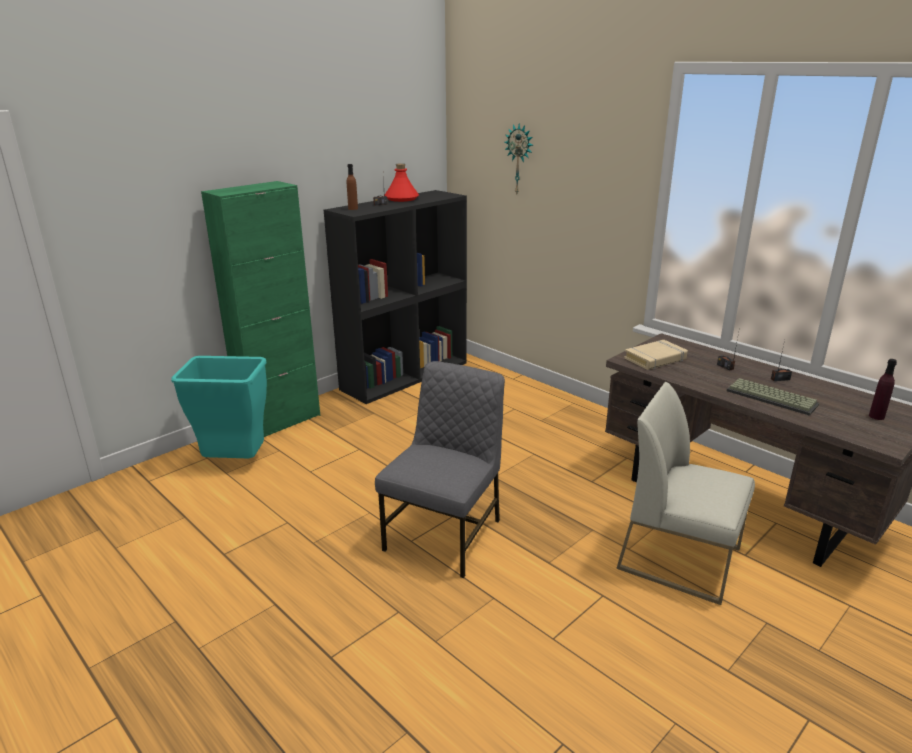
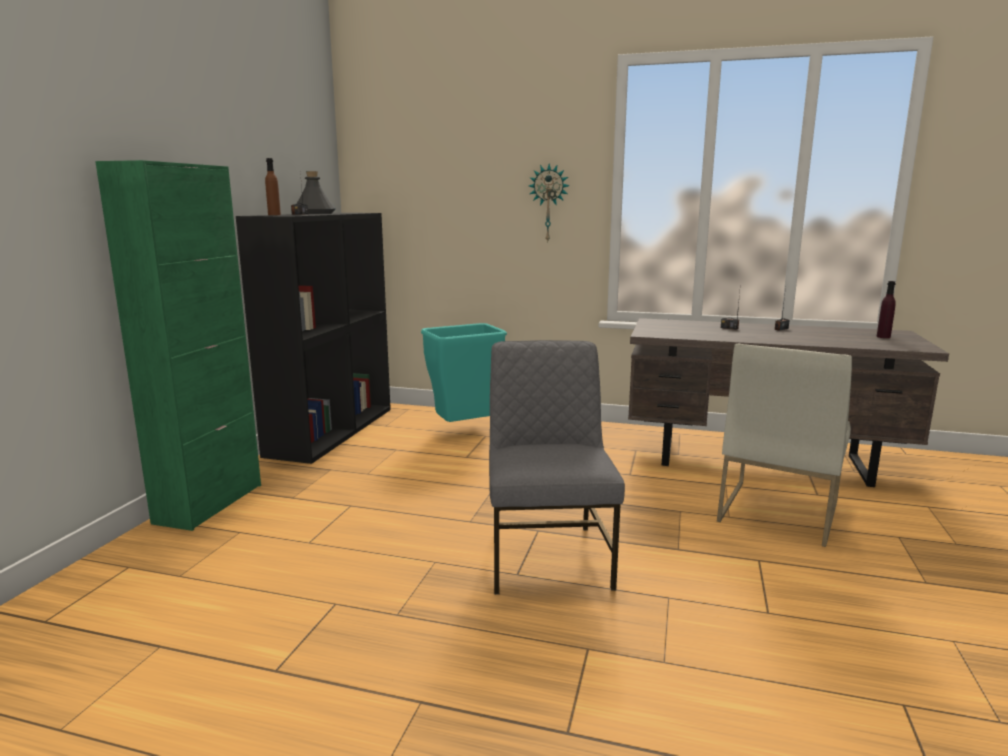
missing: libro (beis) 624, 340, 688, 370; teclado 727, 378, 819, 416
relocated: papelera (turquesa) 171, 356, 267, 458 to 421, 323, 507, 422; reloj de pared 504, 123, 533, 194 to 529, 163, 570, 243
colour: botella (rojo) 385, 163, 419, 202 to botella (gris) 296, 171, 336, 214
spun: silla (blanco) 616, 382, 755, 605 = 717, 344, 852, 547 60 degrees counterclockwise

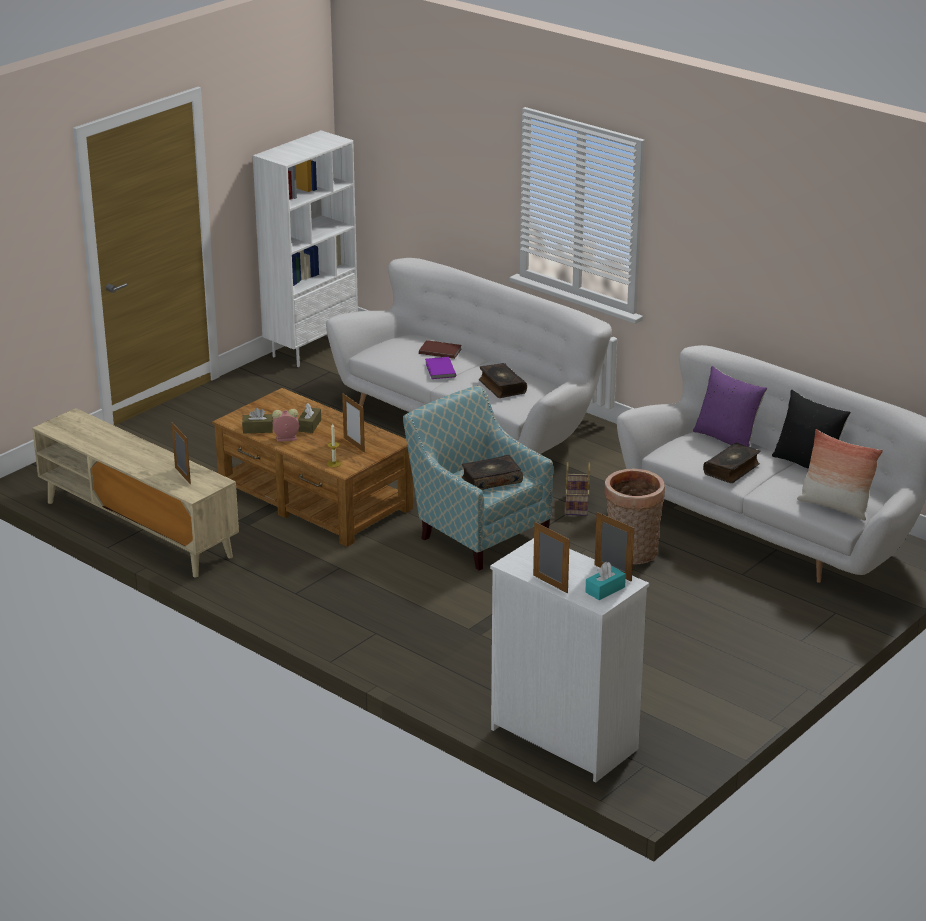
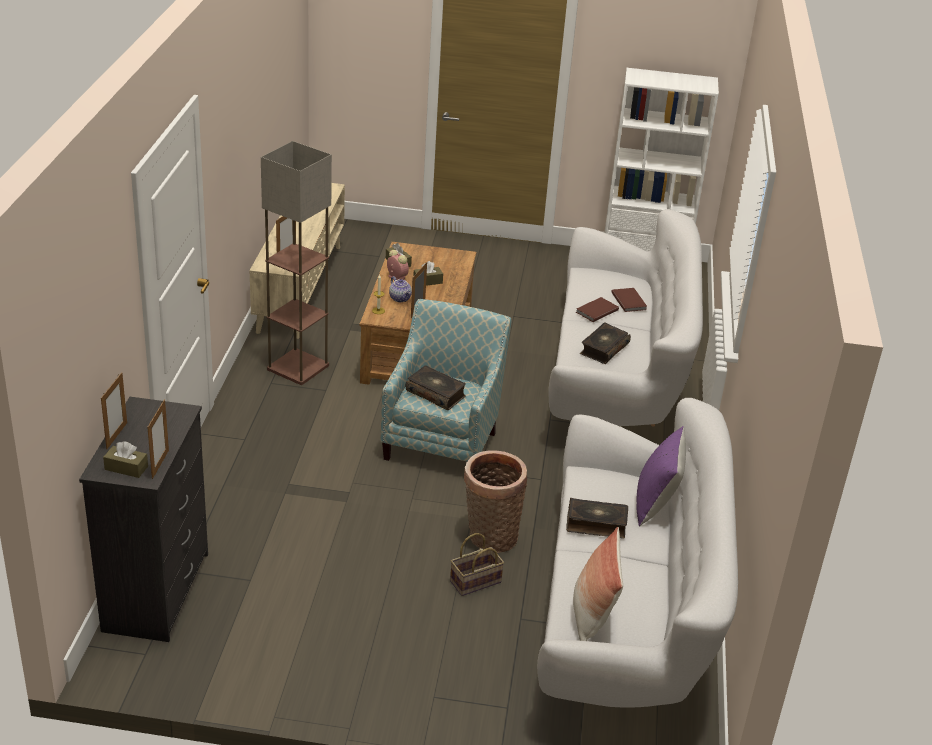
missing: cojín (negro) 772, 390, 851, 469
appeared: lámpara de pie 261, 141, 332, 385; tetera 389, 276, 412, 302
relocated: cesta 565, 462, 590, 516 to 450, 533, 504, 596
colour: cómoda (blanco) 490, 538, 649, 783 to cómoda (negro) 79, 397, 208, 642; caja de pañuelos (turquesa) 585, 562, 626, 600 to caja de pañuelos (marrón) 103, 441, 148, 478; libro (morado) 425, 357, 456, 379 to libro (marrón) 576, 297, 619, 322

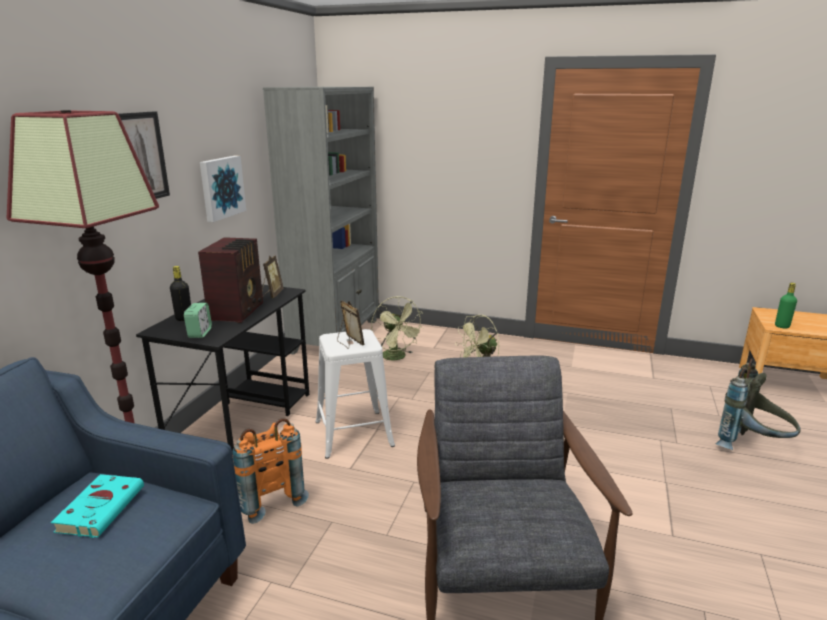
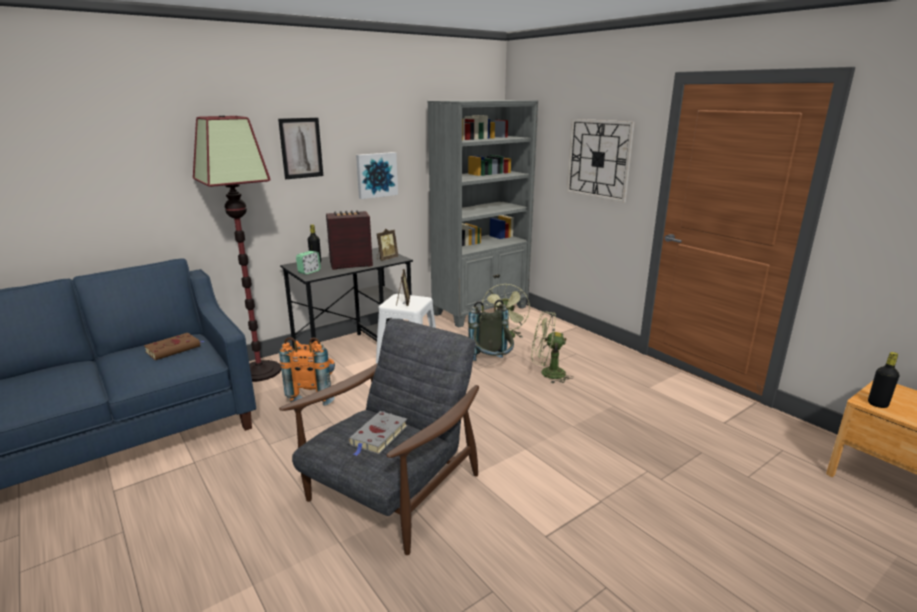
appeared: libro (gris) 348, 411, 408, 456; reloj de pared 567, 119, 635, 202
relocated: mochila (gris) 716, 358, 801, 450 to 468, 299, 514, 361
colour: libro (turquesa) 51, 474, 144, 538 to libro (marrón) 144, 333, 205, 360; botella (verde) 775, 283, 797, 328 to botella (negro) 868, 352, 899, 408
spun: radio 198, 237, 263, 323 = 326, 210, 373, 270 150 degrees counterclockwise

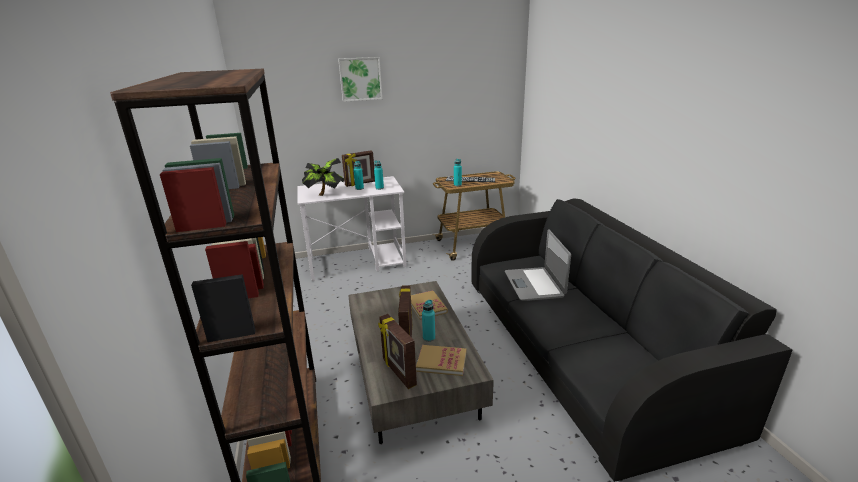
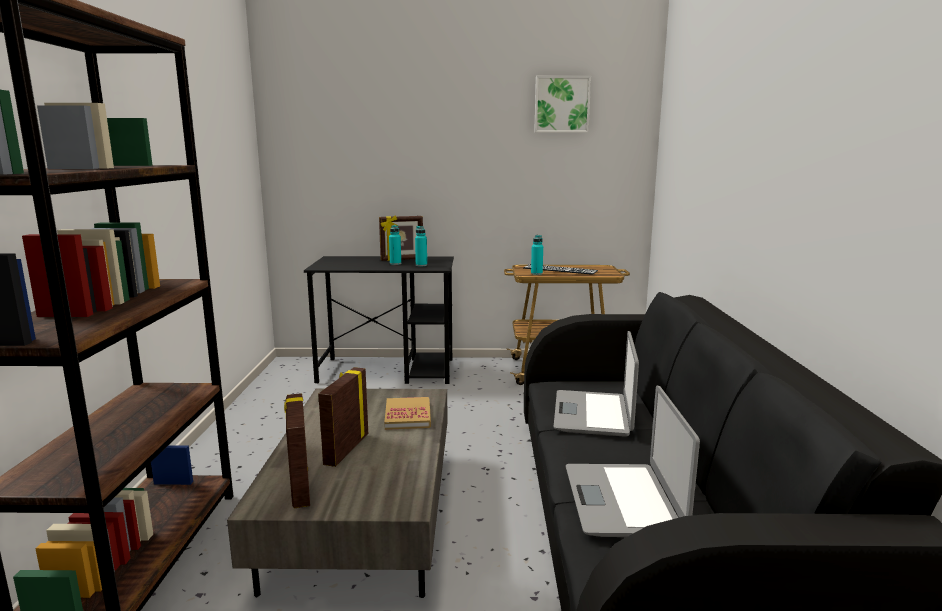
missing: planta en maceta 302, 158, 344, 196; libro 416, 345, 466, 376; botella (turquesa) 422, 300, 435, 342
appeared: portátil 566, 386, 700, 537
relocated: cuadro 338, 57, 382, 102 to 534, 76, 591, 133
colour: escritorio (blanco) 297, 176, 407, 281 to escritorio (negro) 304, 256, 454, 384

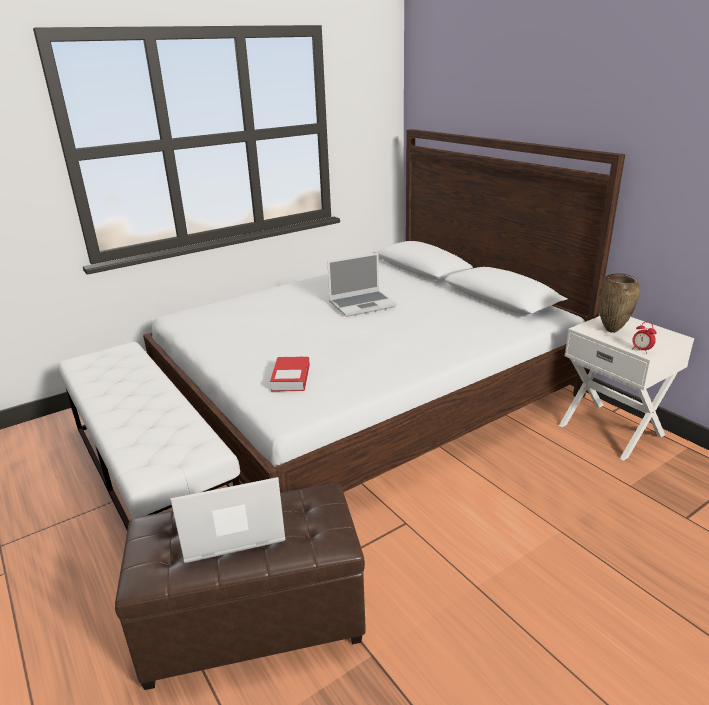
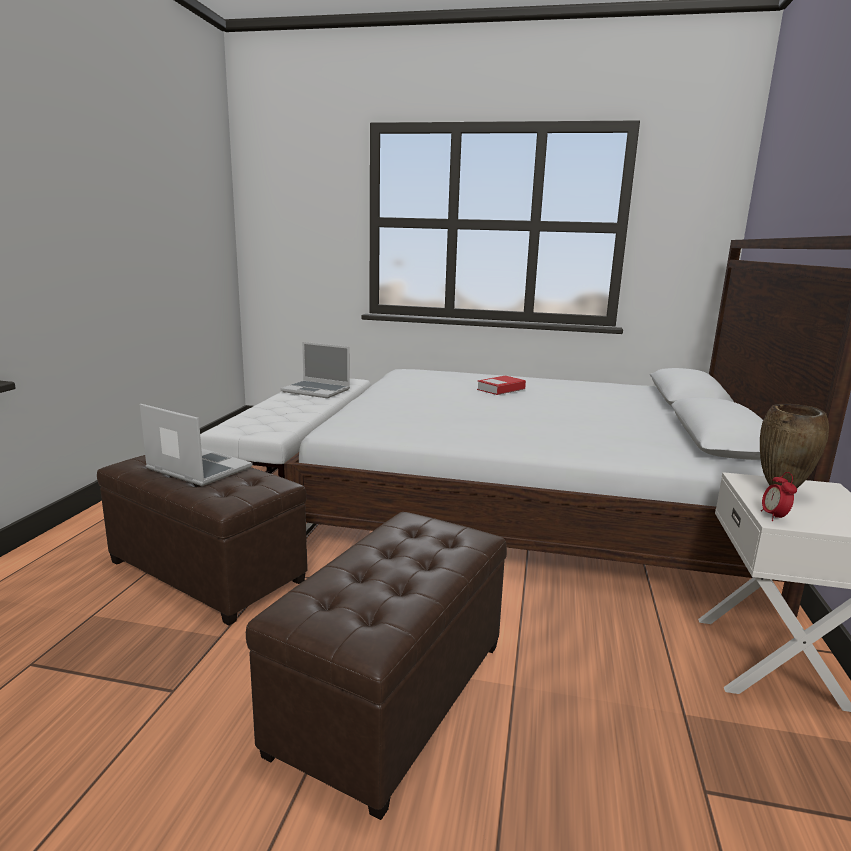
appeared: puf (marrón) 246, 512, 507, 820
relocated: portátil 327, 253, 397, 317 to 281, 342, 350, 398; libro 270, 356, 310, 392 to 477, 376, 526, 395

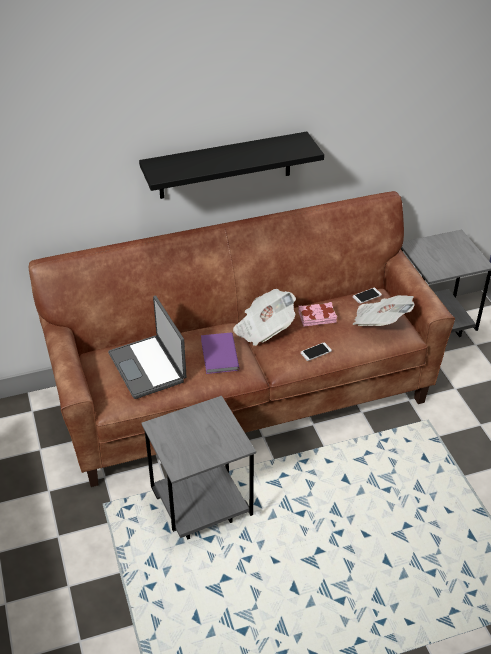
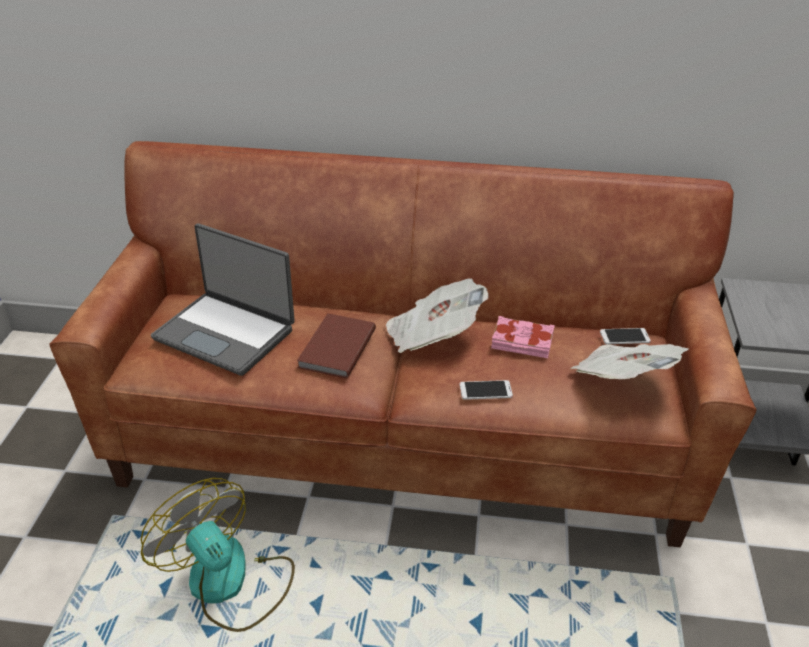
missing: estante (negro) 139, 132, 324, 199
exchanged: mesa auxiliar (gris) 142, 396, 256, 539 to ventilador 141, 478, 295, 632
colour: libro (morado) 201, 332, 239, 374 to libro (marrón) 297, 313, 376, 379
spun: portátil 108, 296, 187, 399 = 151, 223, 295, 376 60 degrees counterclockwise

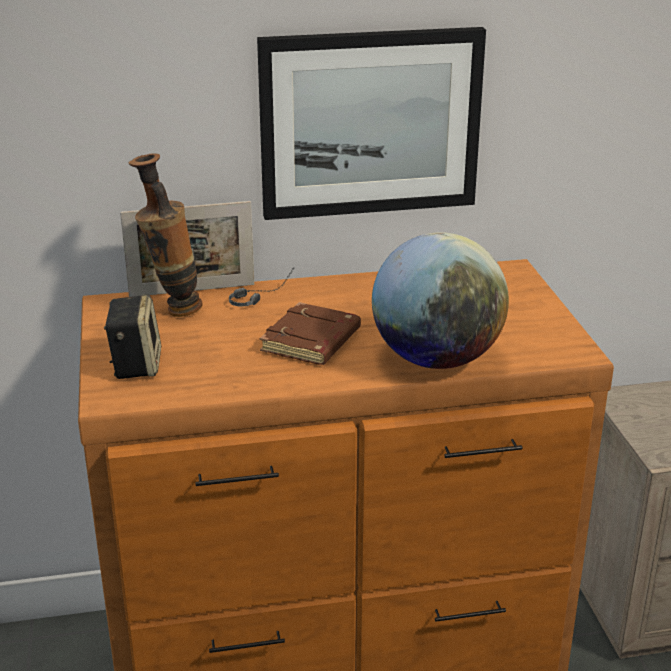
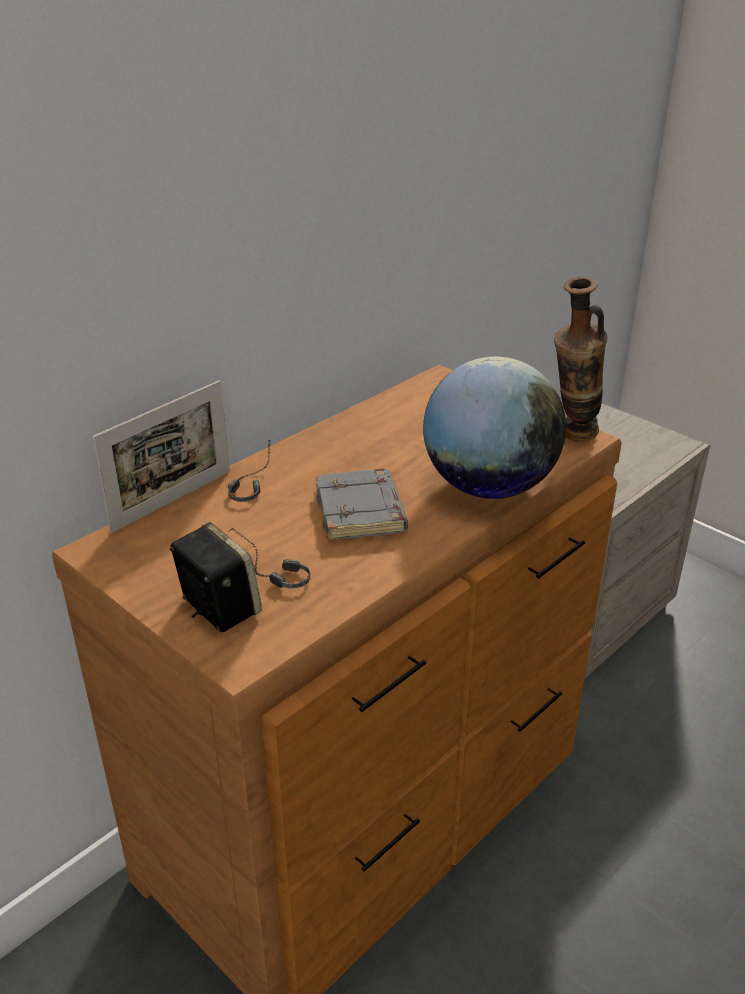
missing: cuadro 257, 27, 486, 220
appeared: auriculares 228, 528, 311, 588
relocated: florero 128, 153, 203, 317 to 554, 277, 607, 442
colour: libro (marrón) 260, 302, 361, 365 to libro (gris) 316, 469, 408, 541

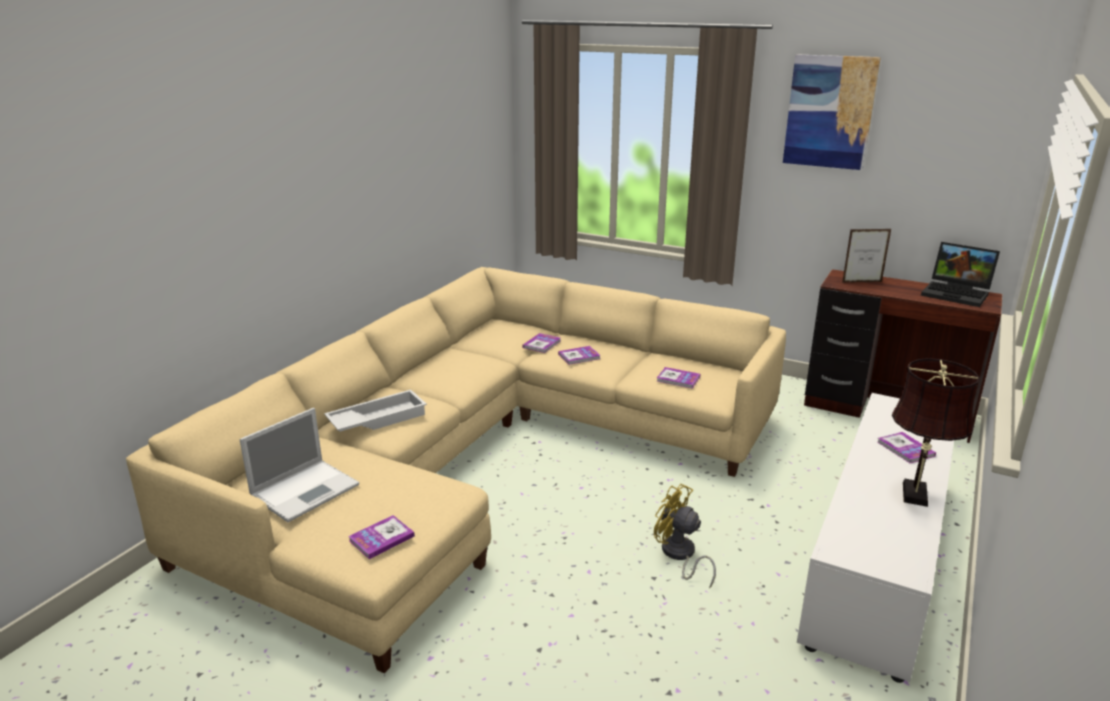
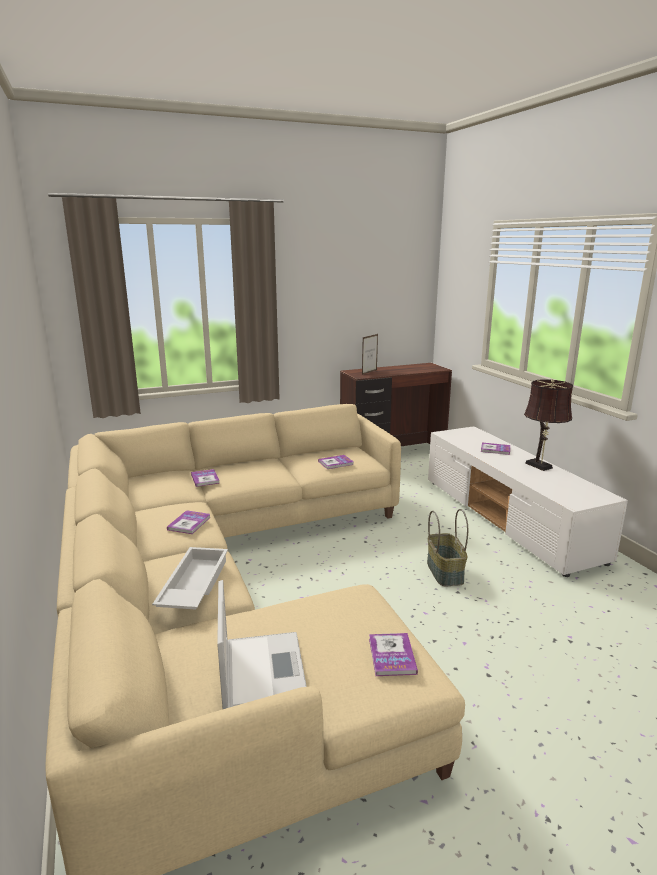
missing: cuadro 783, 54, 881, 170; portátil 921, 242, 1000, 307
relocated: libro 558, 346, 601, 365 to 167, 510, 211, 534
exchanged: ventilador (amarillo) 654, 484, 716, 589 to cesta 427, 509, 468, 586

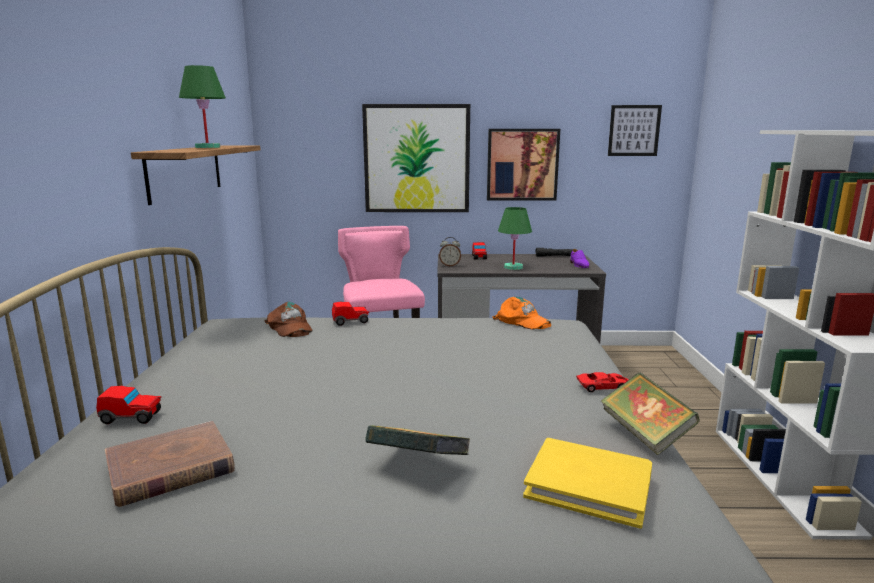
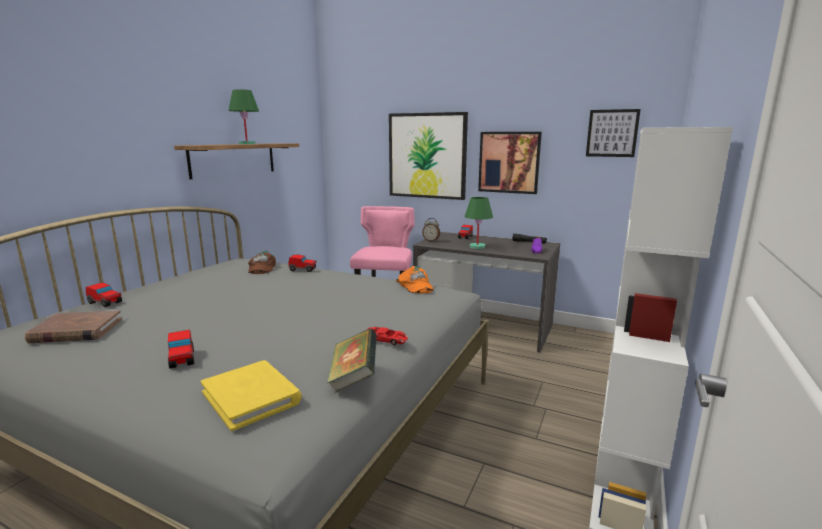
exchanged: libro 365, 425, 470, 455 to coche de juguete 168, 330, 194, 369

